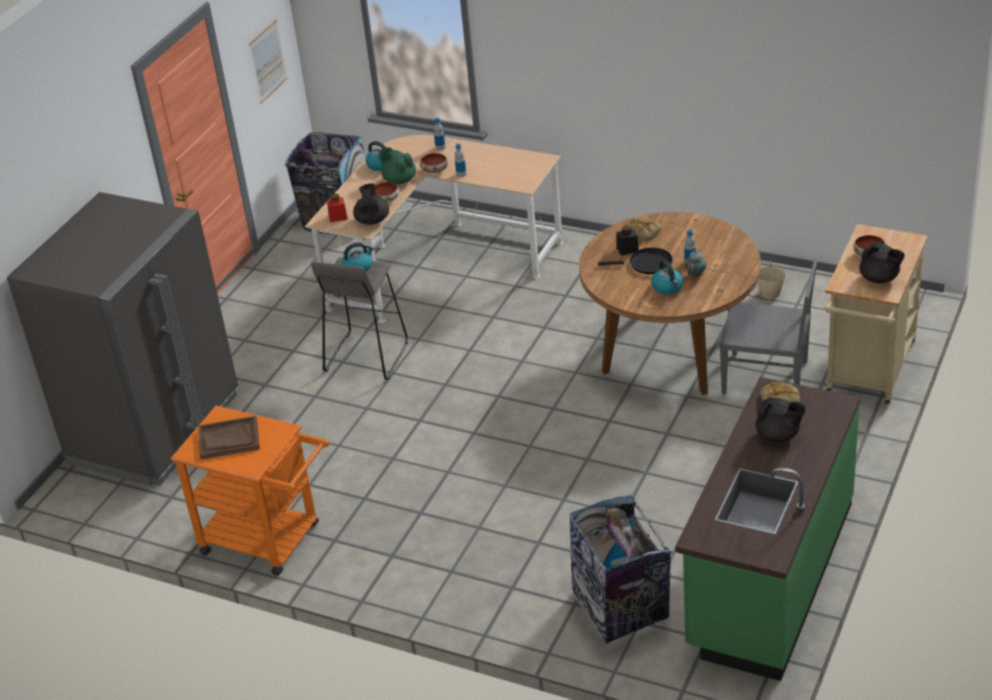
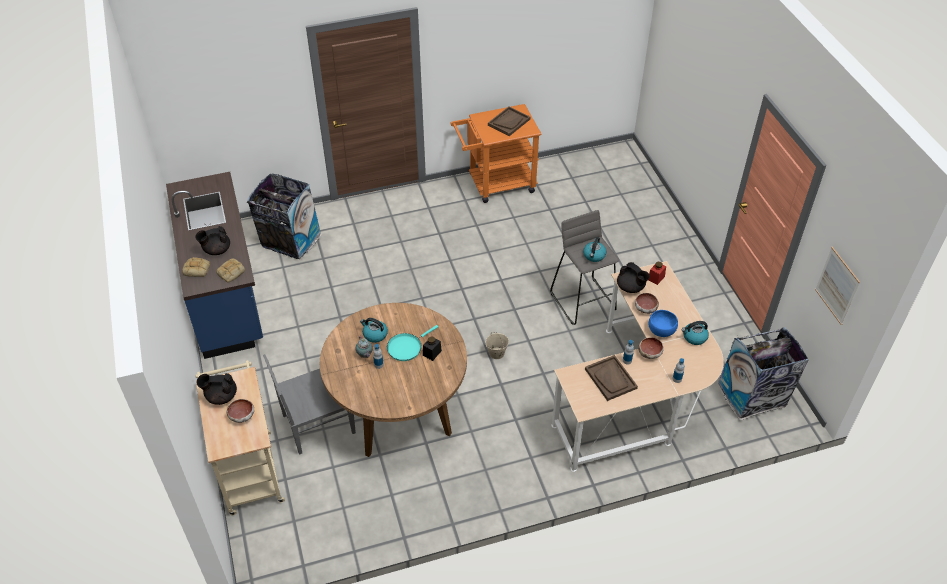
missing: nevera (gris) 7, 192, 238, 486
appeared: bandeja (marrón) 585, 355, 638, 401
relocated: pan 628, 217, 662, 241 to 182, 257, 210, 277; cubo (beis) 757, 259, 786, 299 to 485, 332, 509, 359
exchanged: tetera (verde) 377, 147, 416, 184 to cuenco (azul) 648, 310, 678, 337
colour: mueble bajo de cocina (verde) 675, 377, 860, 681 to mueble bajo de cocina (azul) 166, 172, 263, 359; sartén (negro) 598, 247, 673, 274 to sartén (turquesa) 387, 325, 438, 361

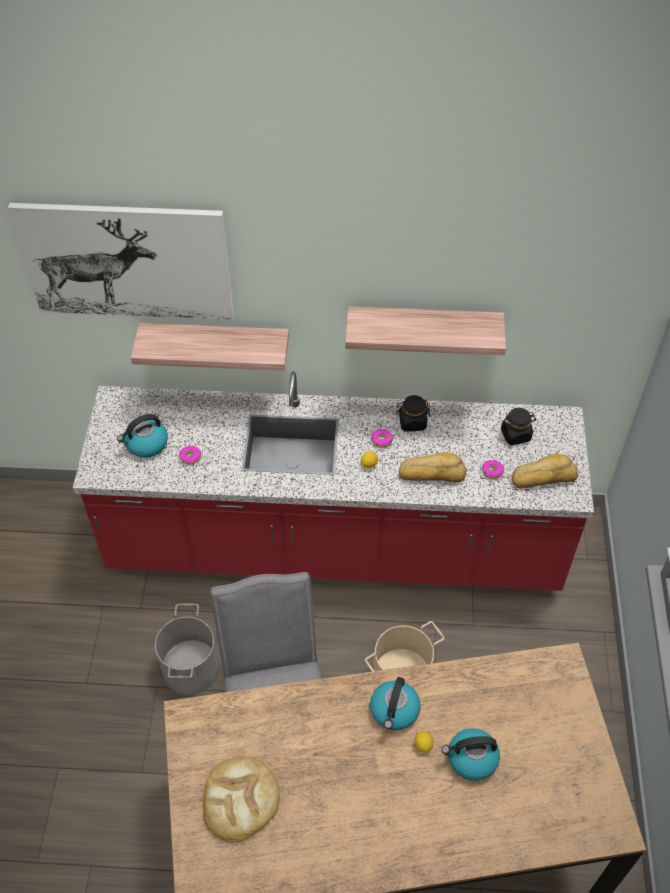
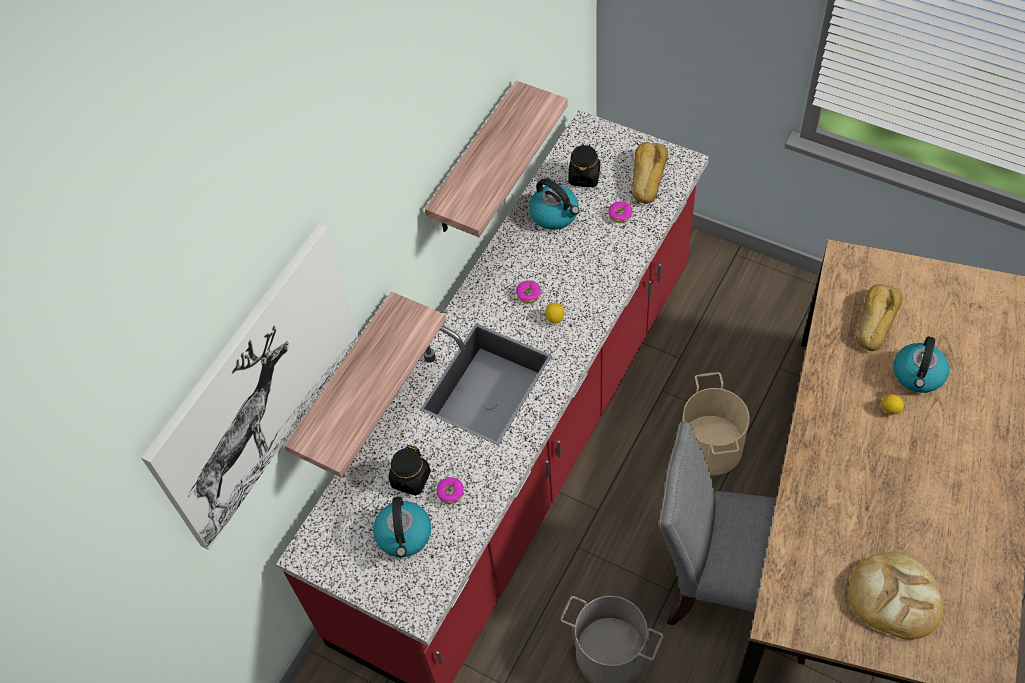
relocated: tarro (negro) 396, 395, 430, 431 to 389, 445, 431, 496; hervidor 370, 677, 421, 730 to 529, 178, 579, 230; pan 399, 452, 466, 482 to 856, 284, 902, 351

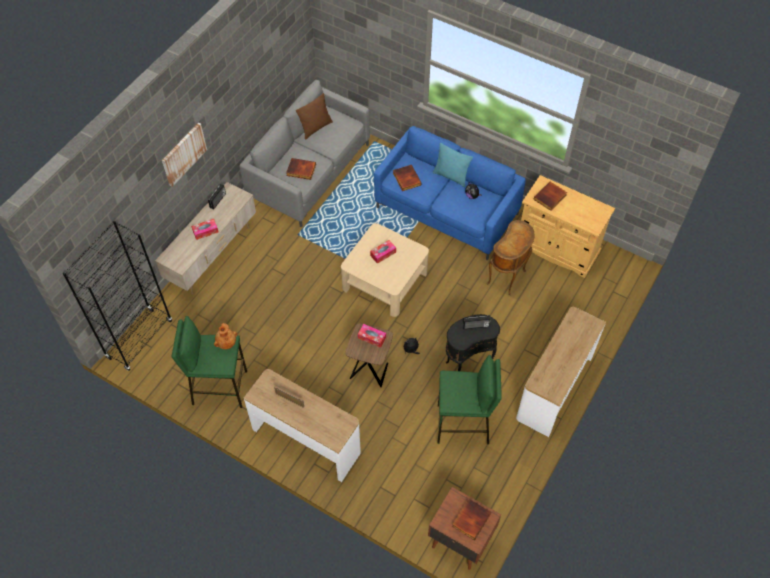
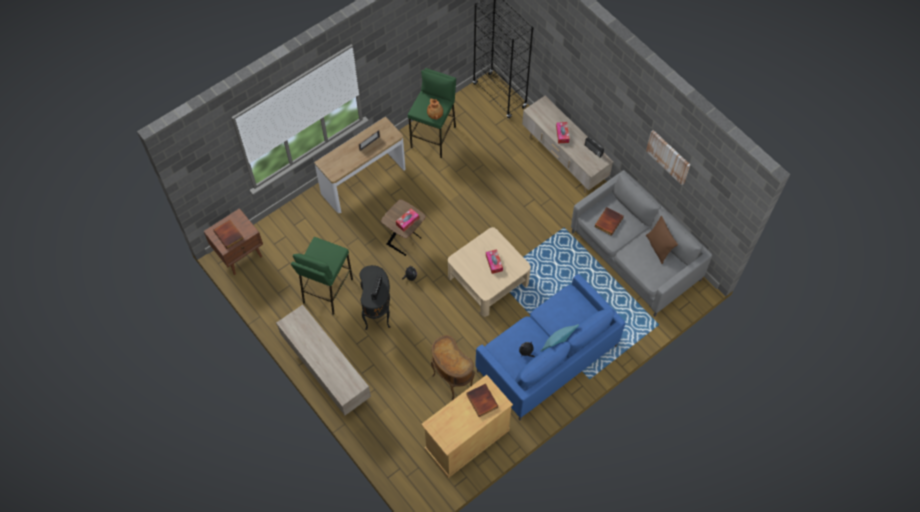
missing: libro 393, 165, 421, 191
relocated: cuadro 162, 123, 207, 187 to 646, 130, 690, 185
exchanged: mesa consola 516, 307, 606, 437 to mueble de televisión (beis) 276, 305, 371, 415

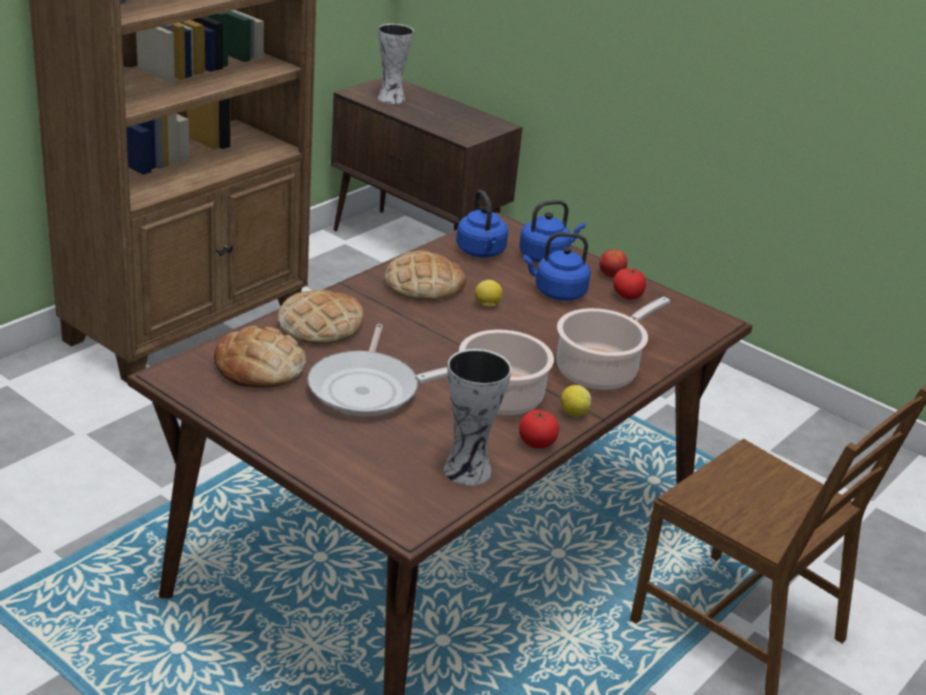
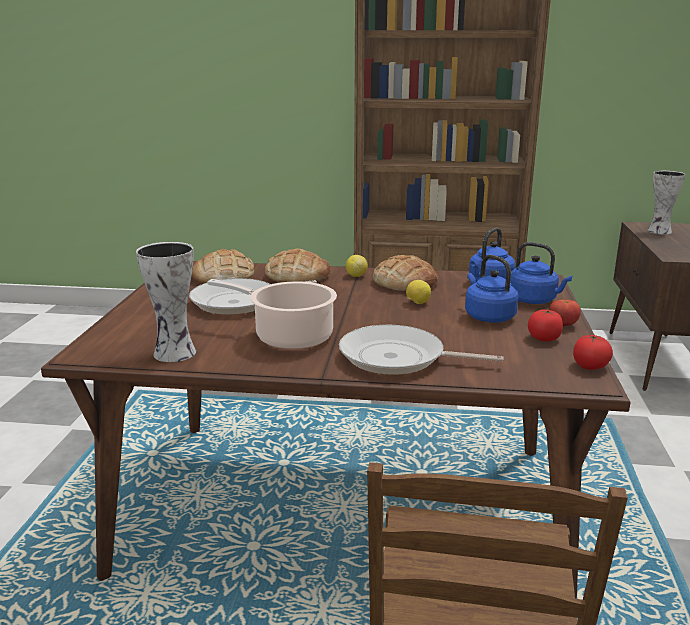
relocated: limón 561, 385, 591, 417 to 346, 255, 368, 277; tomate 519, 410, 559, 448 to 573, 335, 613, 370
exchanged: olla 556, 297, 670, 390 to sartén 339, 325, 504, 375

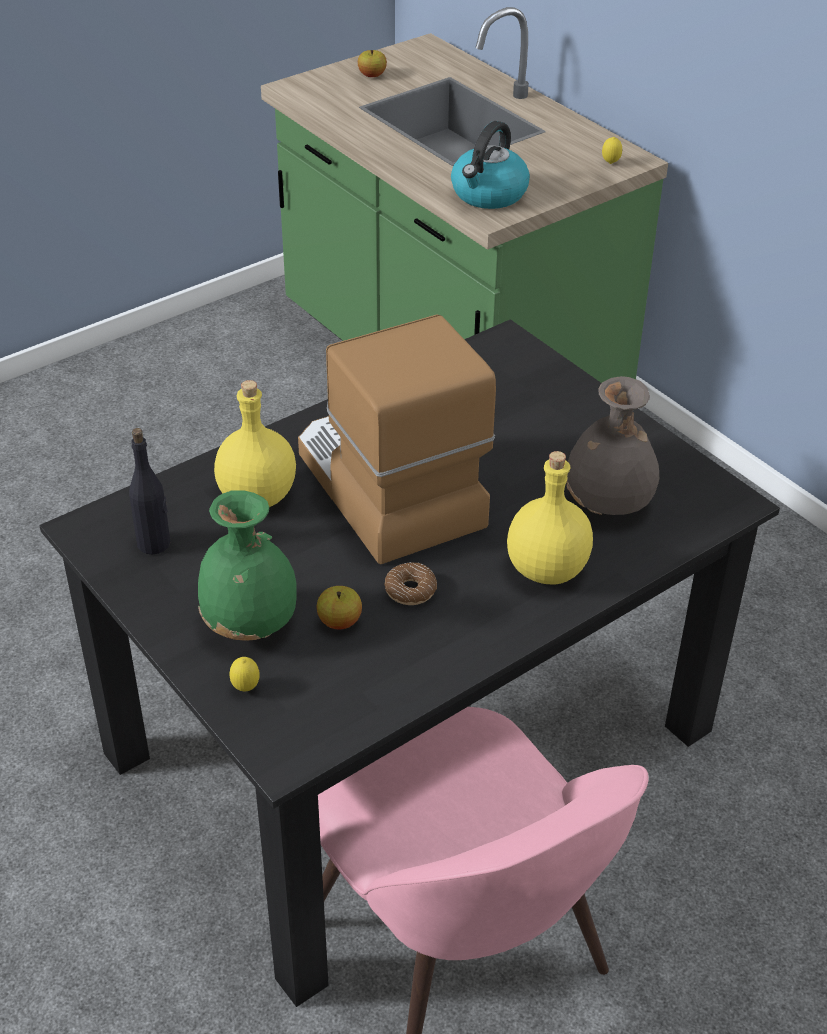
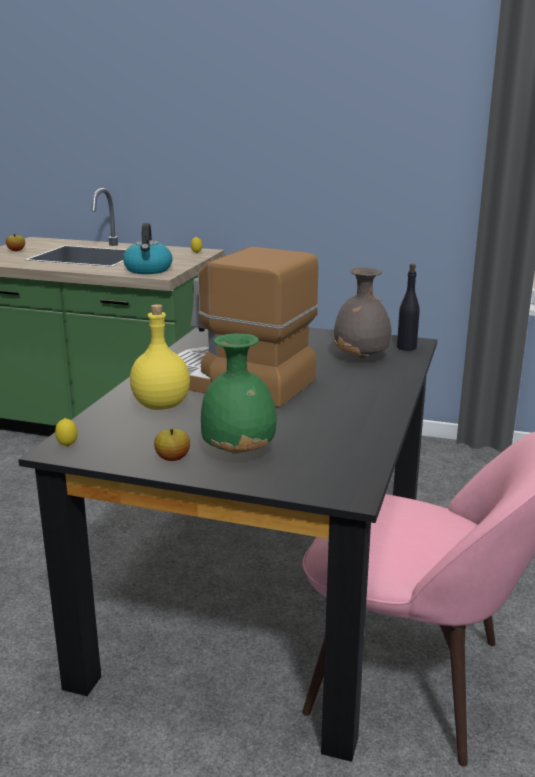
missing: rosquilla 385, 563, 437, 605; botella (amarillo) 507, 451, 593, 585
relocated: limón 229, 657, 260, 692 to 55, 418, 78, 447; manzana 317, 586, 362, 629 to 154, 429, 190, 461; botella (negro) 129, 428, 171, 555 to 397, 264, 420, 351

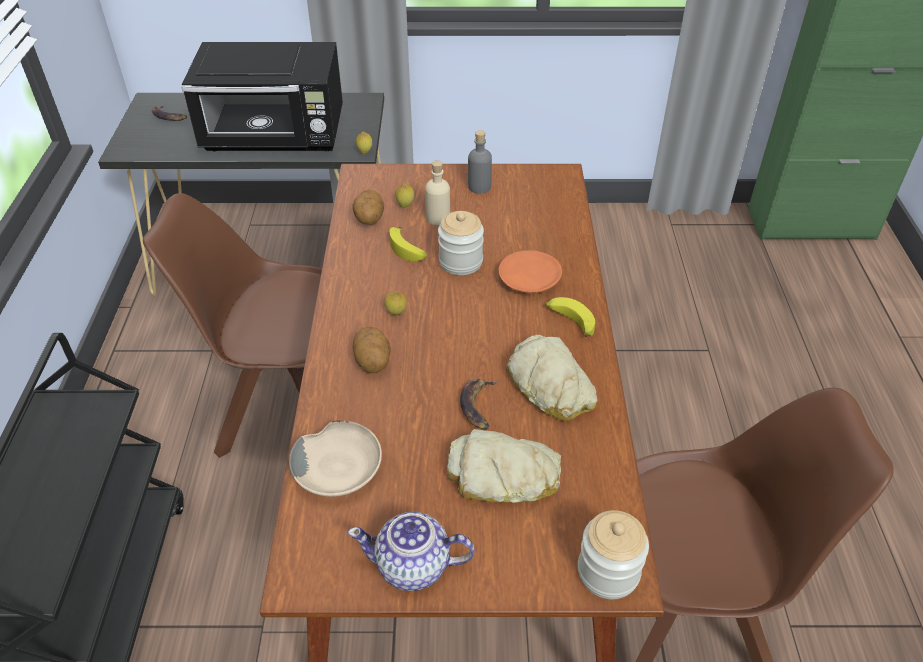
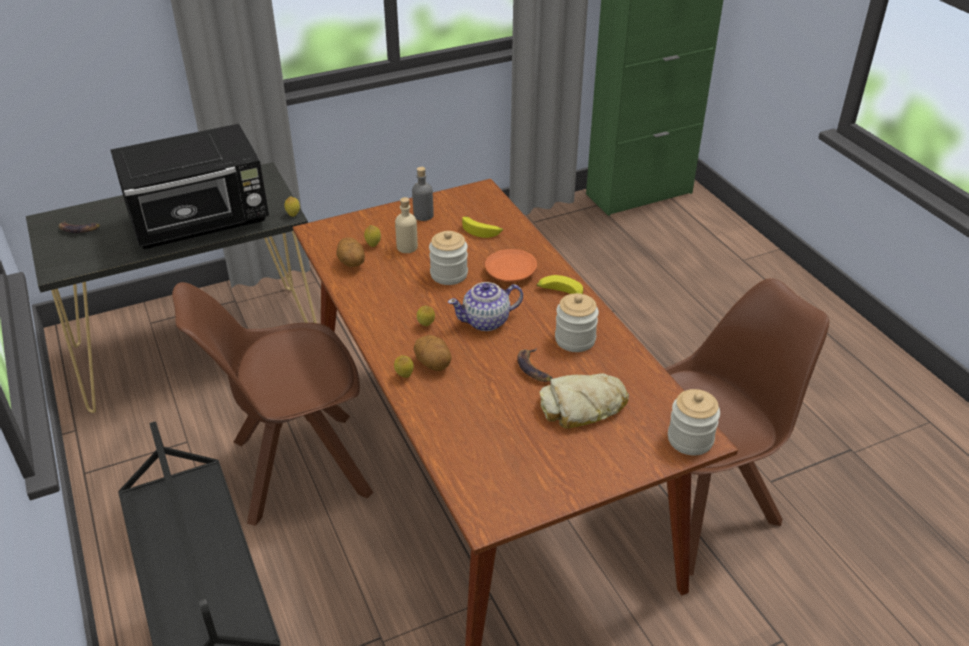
missing: cuenco (beis) 289, 420, 382, 497
appeared: limón 394, 355, 414, 378
relocated: tetera 348, 512, 474, 591 to 448, 282, 523, 331; plátano 389, 227, 428, 261 to 462, 216, 503, 238
exchanged: pan 506, 335, 597, 421 to tarro 555, 293, 599, 352

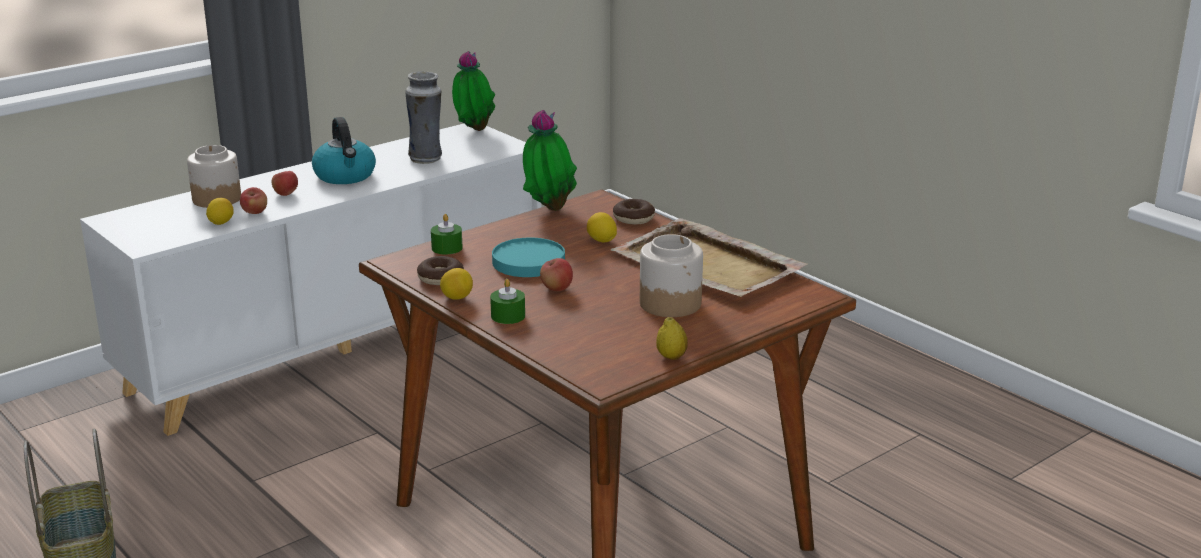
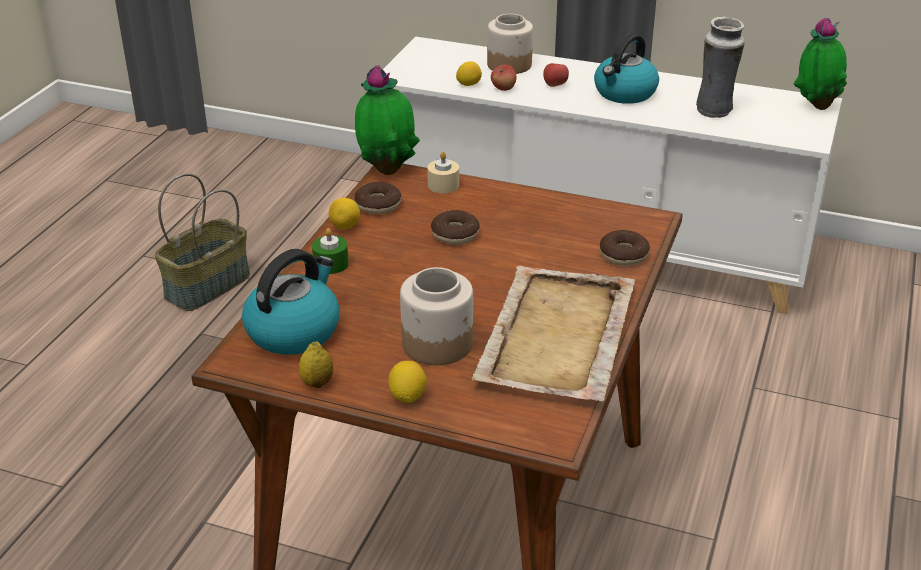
missing: manzana 540, 258, 573, 291
appeared: hervidor 242, 249, 340, 355
relocated: planta en maceta 523, 110, 577, 211 to 355, 65, 420, 175; limón 587, 212, 617, 242 to 388, 361, 427, 403
exchanged: plato (turquesa) 492, 238, 565, 277 to rosquilla 431, 210, 480, 245
colour: vela (verde) 431, 214, 463, 255 to vela (beis) 427, 152, 459, 193

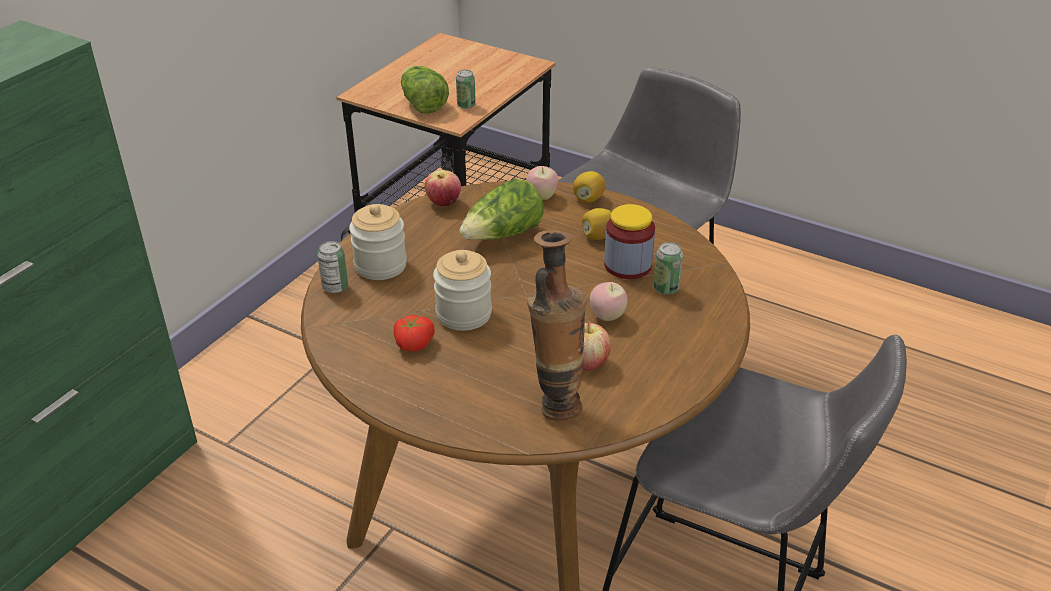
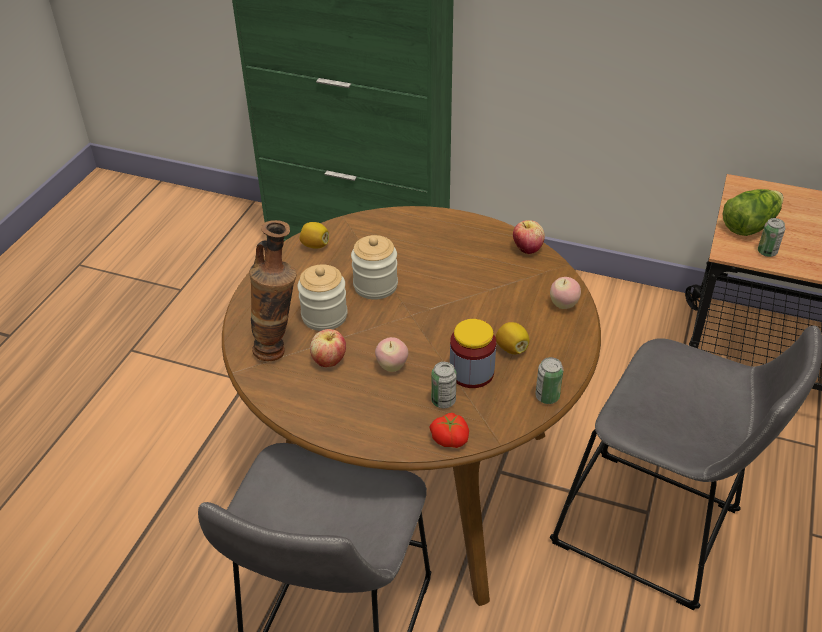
missing: lechuga 459, 179, 544, 240
relocated: tarro 349, 204, 407, 280 to 297, 264, 348, 331; limón 573, 171, 605, 203 to 300, 222, 329, 249; tomate 394, 315, 435, 352 to 429, 413, 469, 448; lata 317, 241, 348, 293 to 535, 357, 564, 404

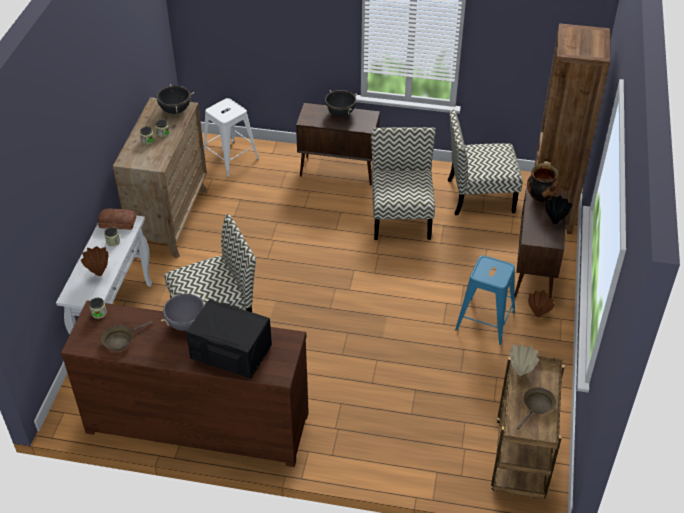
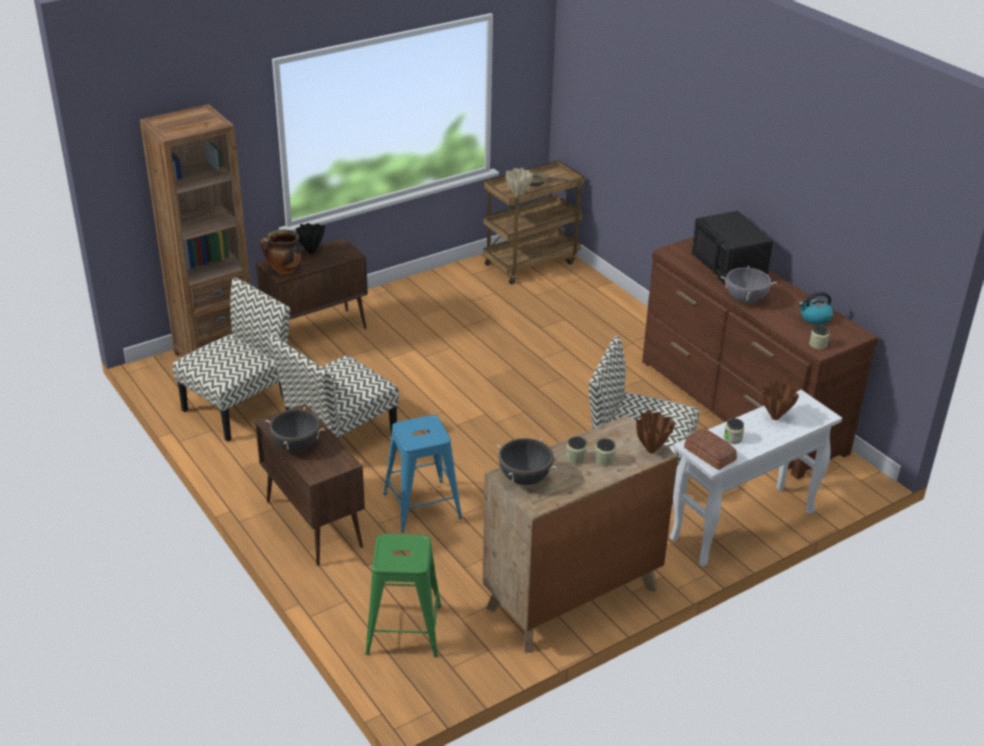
relocated: taburete (azul) 455, 256, 515, 345 to 384, 415, 462, 533; florero (marrón) 528, 290, 554, 317 to 636, 410, 675, 453
exchanged: sartén (marrón) 101, 321, 153, 351 to hervidor 799, 291, 833, 325
colour: taburete (blanco) 204, 98, 259, 177 to taburete (verde) 366, 534, 441, 657
spun: silla 448, 109, 523, 215 = 173, 278, 290, 442 90 degrees counterclockwise

